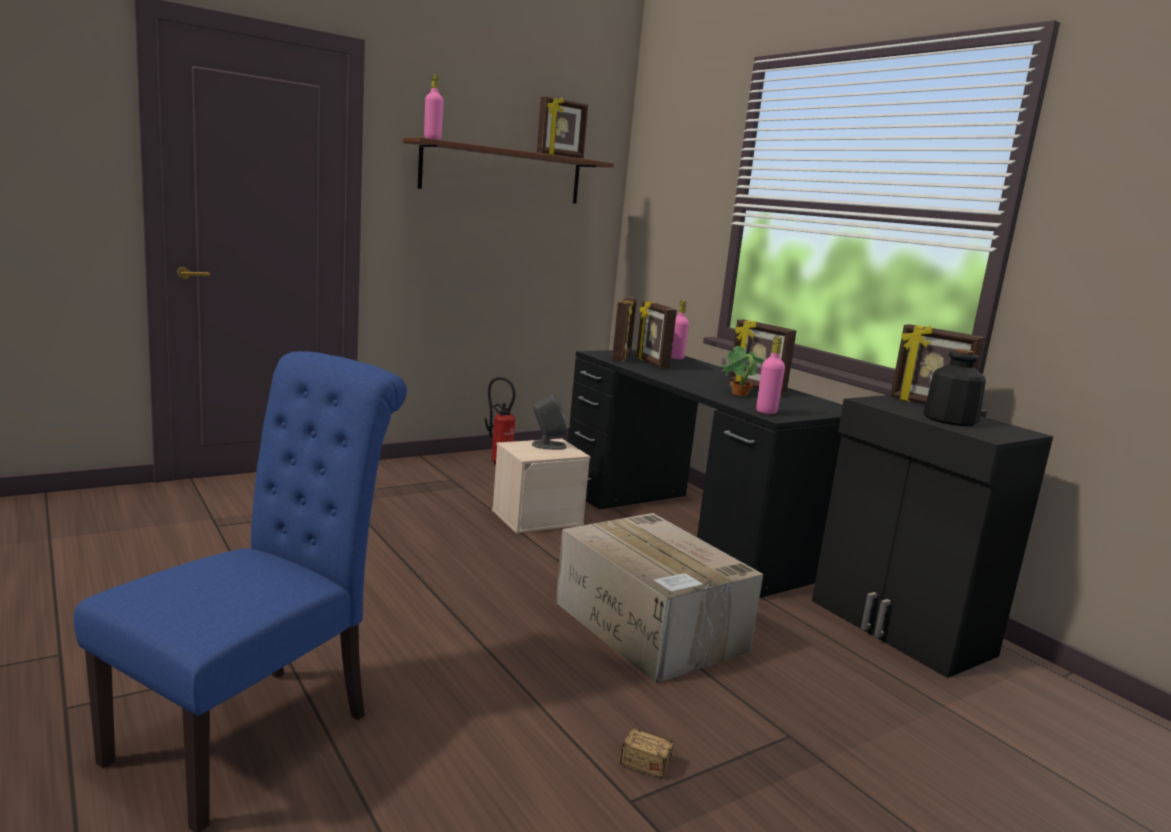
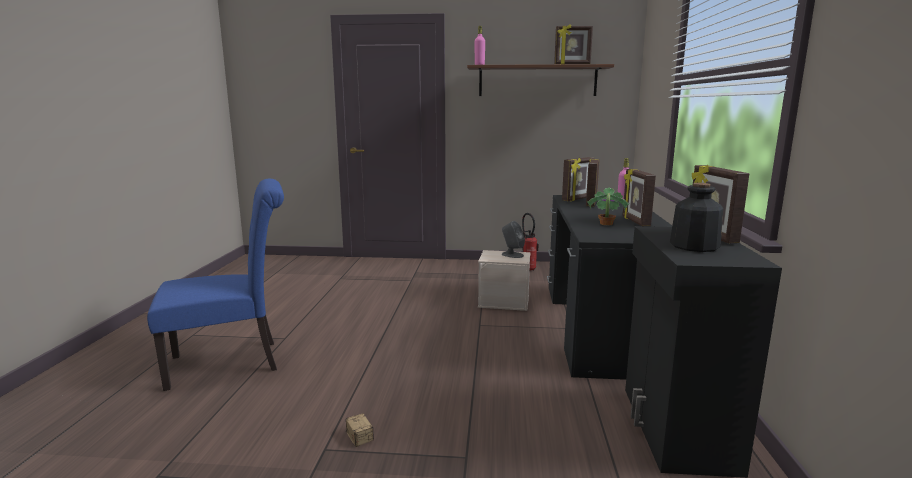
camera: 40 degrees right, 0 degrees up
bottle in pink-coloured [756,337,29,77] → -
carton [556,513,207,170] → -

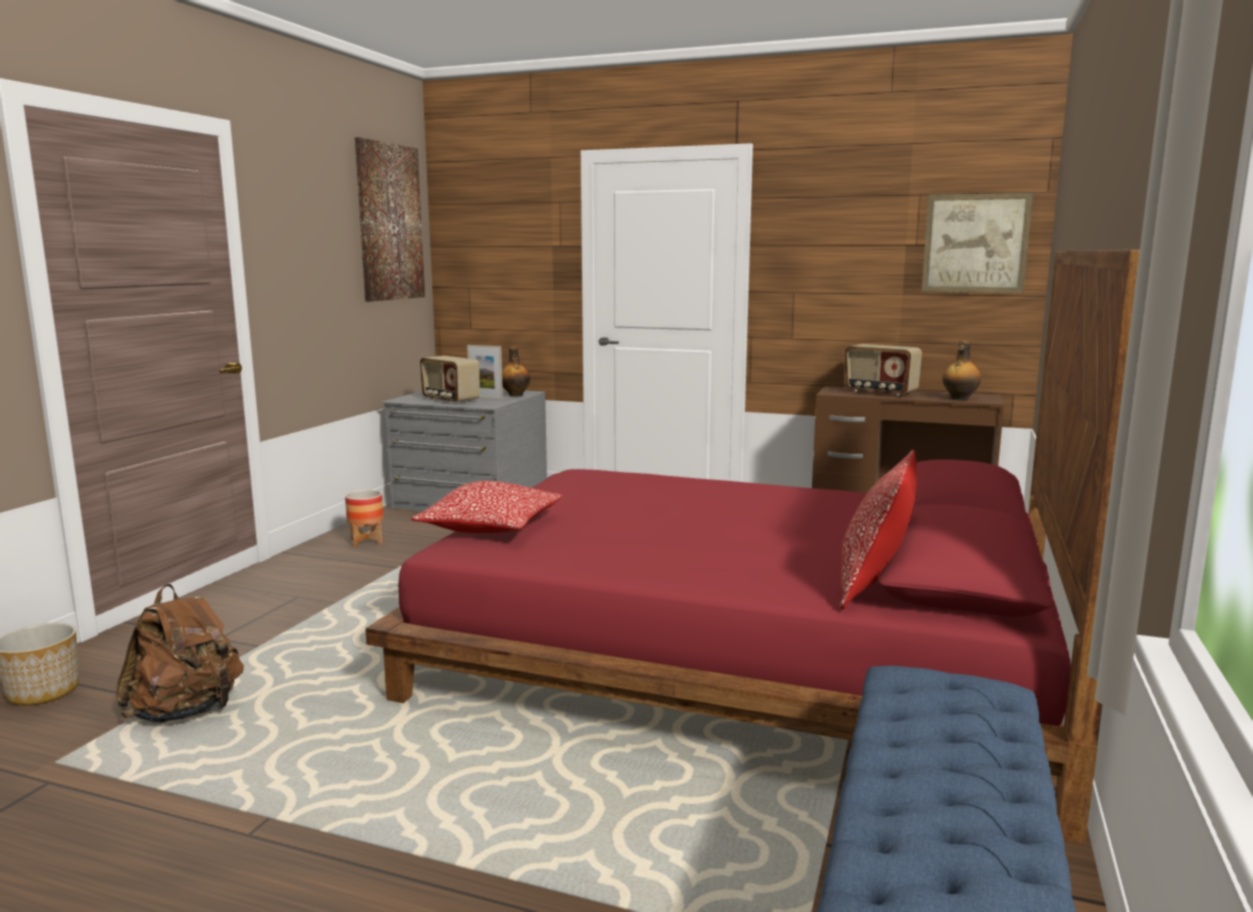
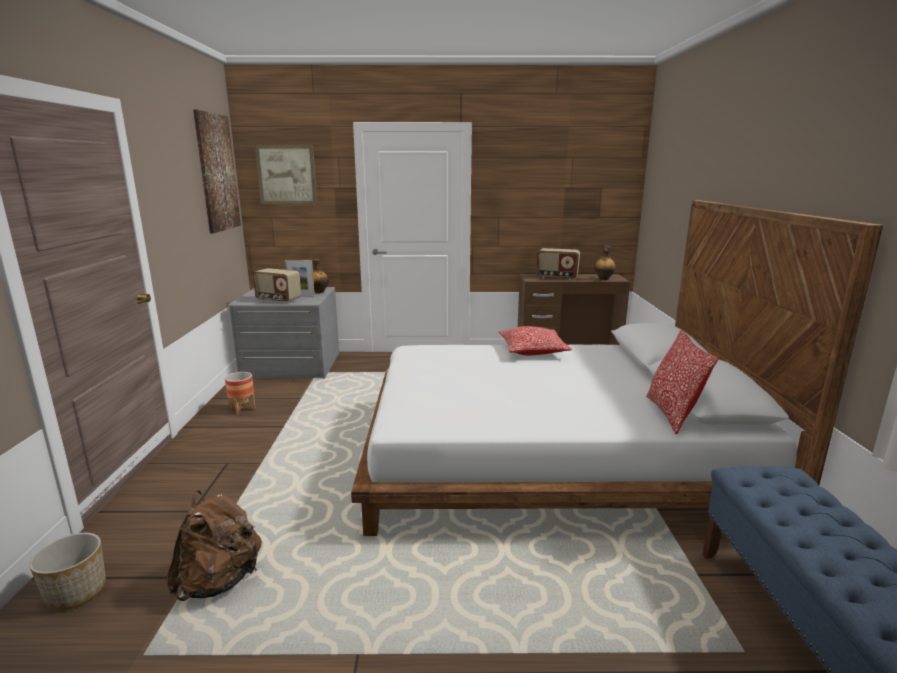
camera: 20 degrees left, 5 degrees up
wall art [922,193,111,100] → wall art [255,145,62,59], moved
bedroom bed in red [365,250,775,595] → bedroom bed in whitish [351,200,532,336]
pillow [411,481,152,52] → pillow [499,326,73,29], moved

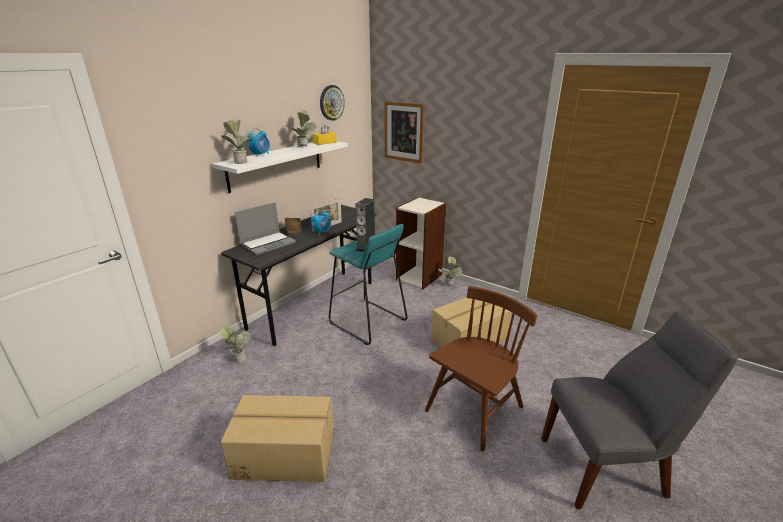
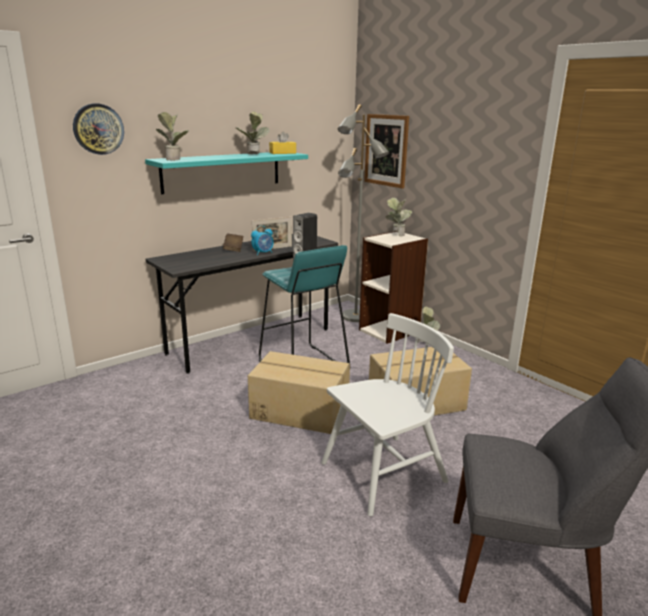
camera: 15 degrees right, 5 degrees down
wall clock [320,85,25,36] → wall clock [73,103,51,52], moved
table clock [248,128,22,29] → -
wall shelf in whitish [212,141,136,52] → wall shelf in turquoise [145,152,163,42]
notebook computer [235,202,61,53] → -
plain chair in brown [425,286,112,165] → plain chair in whitish [321,313,133,203]
plant in a pot [220,326,30,38] → plant in a pot [386,198,26,39], moved
carton [220,395,114,87] → carton [248,351,102,83], moved
- → floor lamp in grey [338,104,51,218]

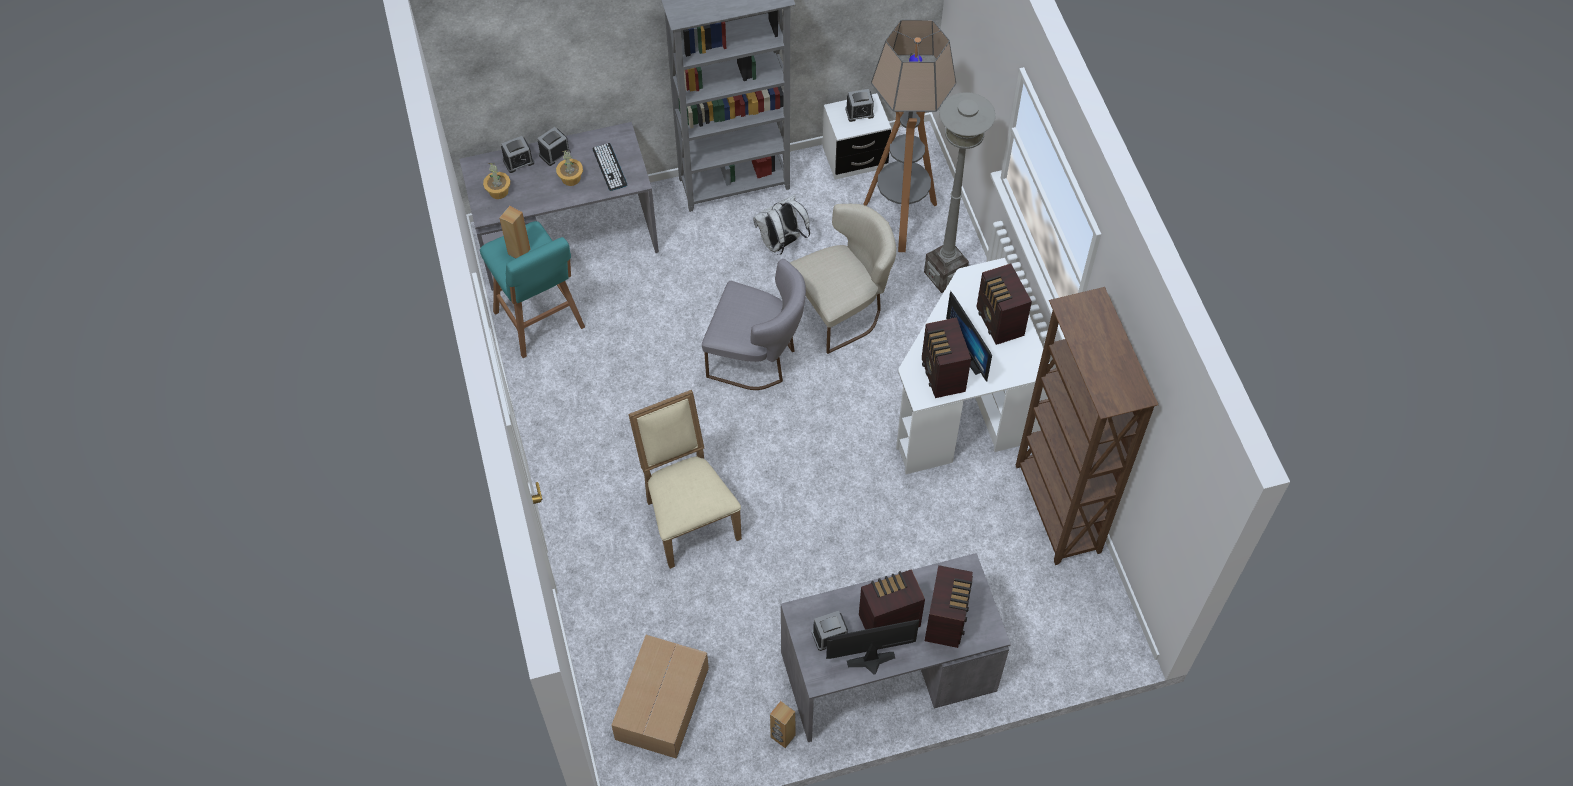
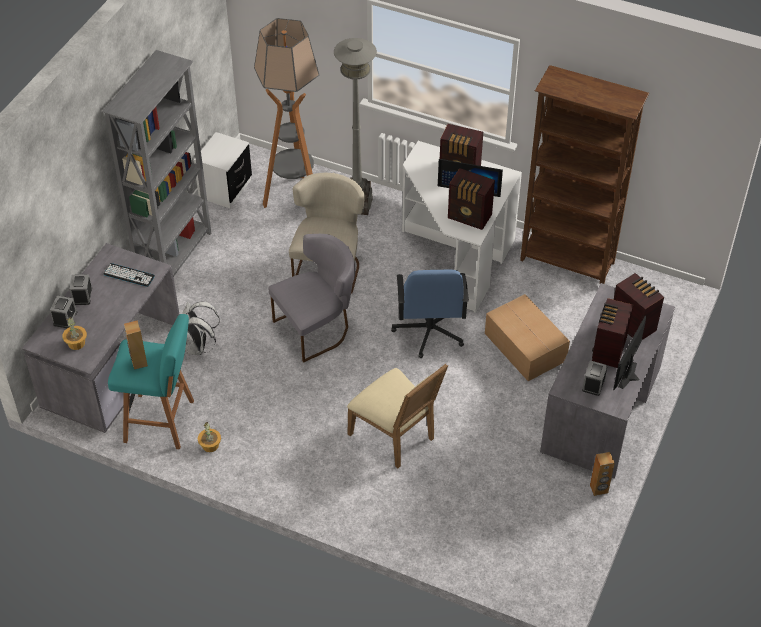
camera: 50 degrees left, 10 degrees down
table clock [845,89,29,33] → -
plant in a pot [556,150,27,36] → plant in a pot [198,422,23,30], moved
backpack in whitish [753,194,57,61] → backpack in whitish [182,302,38,53], moved
plain chair in sand-coloured [628,390,114,179] → plain chair in sand-coloured [347,364,101,104], 150 degrees counterclockwise
carton [611,635,98,124] → carton [485,294,85,87], moved
- → computer chair in blue-coloured [391,270,78,88]

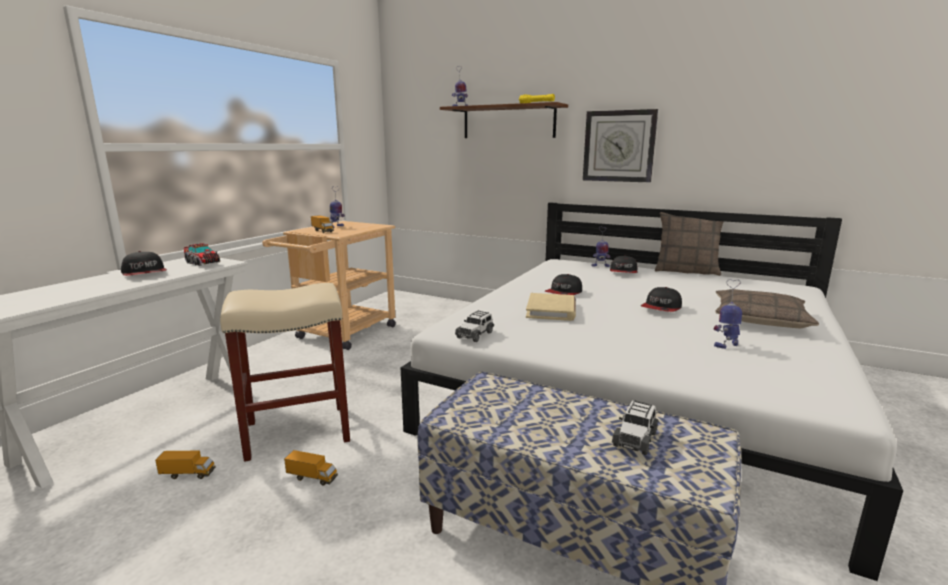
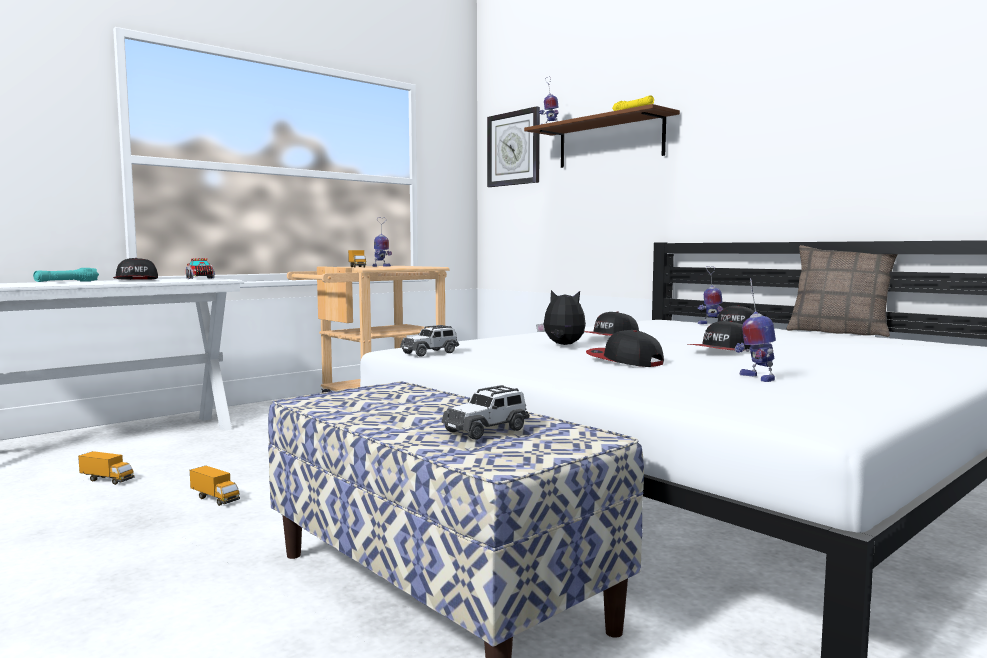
camera: 20 degrees right, 10 degrees down
wall clock [583,109,75,73] → wall clock [487,106,53,81], moved
robot figure [713,279,29,70] → robot figure [735,278,41,104], 105 degrees counterclockwise
stool in sand-coloured [220,283,130,179] → -
pillow [715,289,104,39] → -
book in sand-coloured [526,293,50,28] → plush toy [536,290,50,55]
- → hand torch in turquoise [33,268,66,14]
- → cap [586,330,78,37]

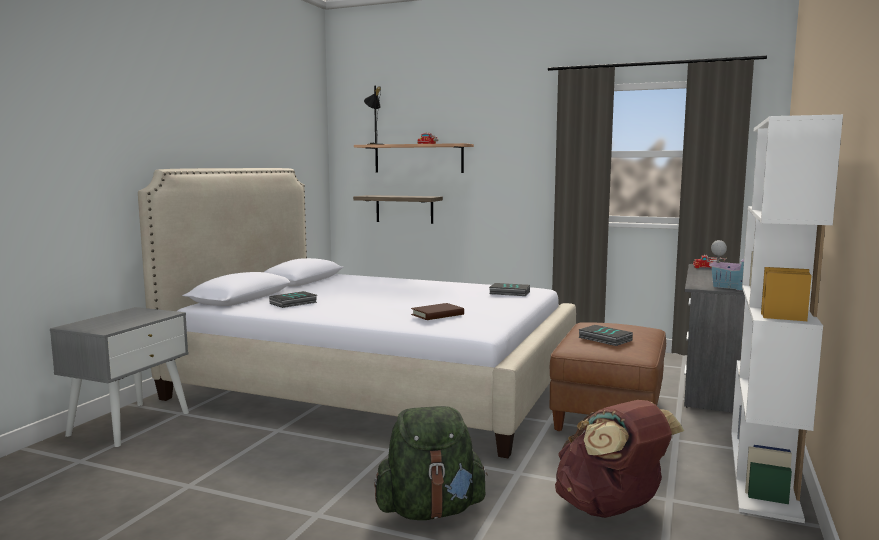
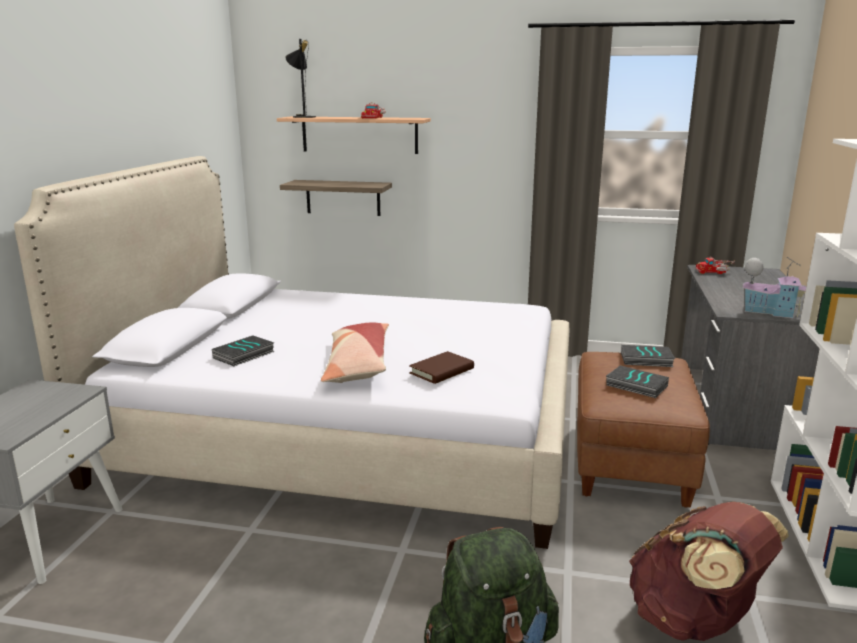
camera: 10 degrees left, 10 degrees up
book [489,283,41,13] → book [621,345,54,22], moved
- → pillow [321,322,68,61]

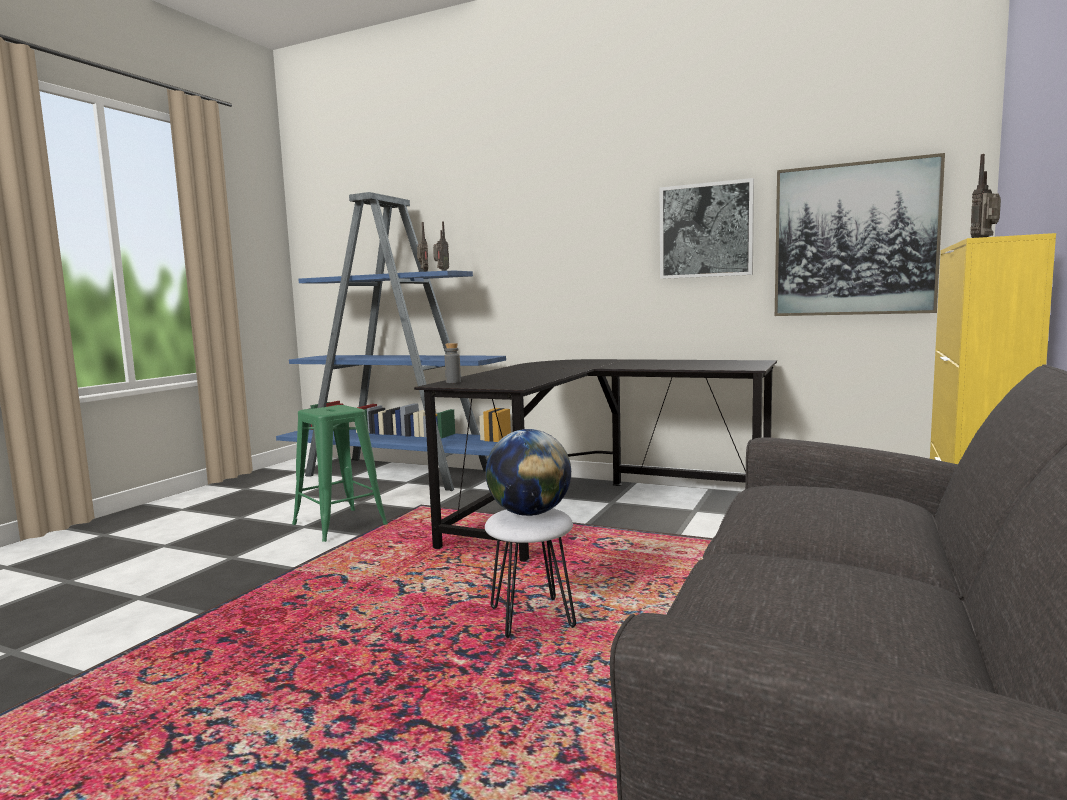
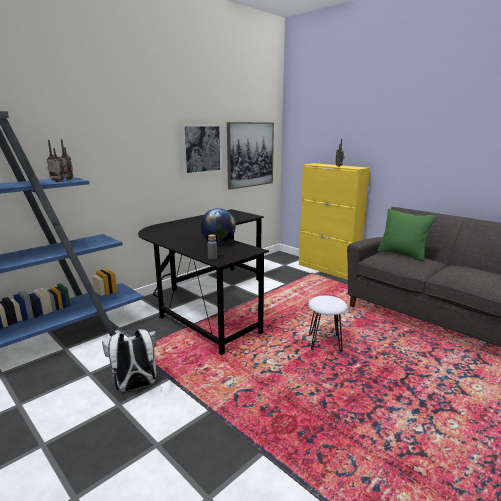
camera: 70 degrees left, 10 degrees up
stool in green-coloured [292,405,96,137] → backpack in whitish [102,329,54,63]
desk globe [485,429,86,87] → desk globe [200,208,36,36], moved
- → pillow in green-coloured [378,209,58,52]

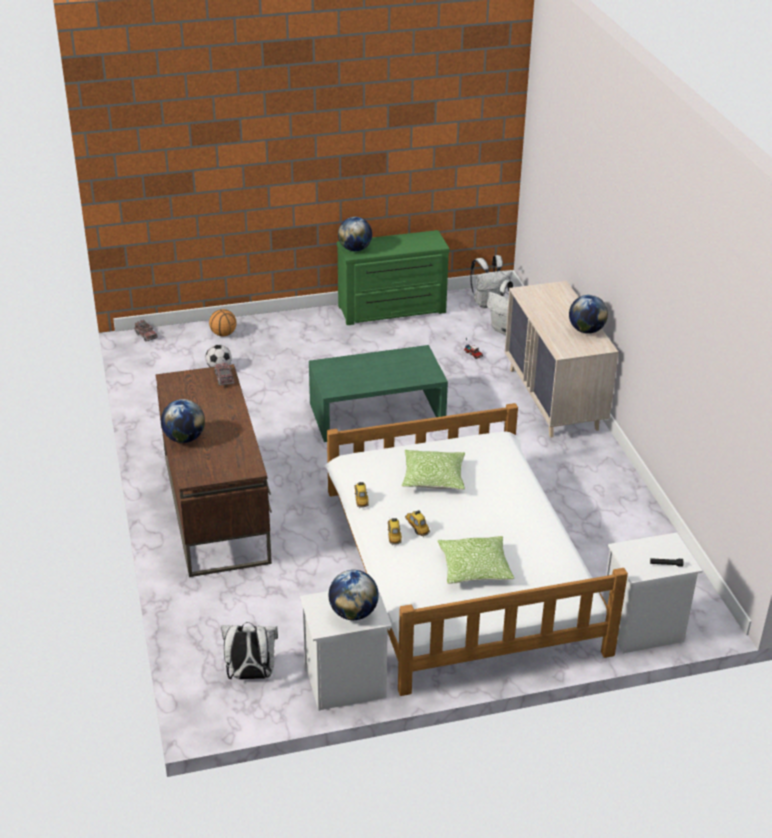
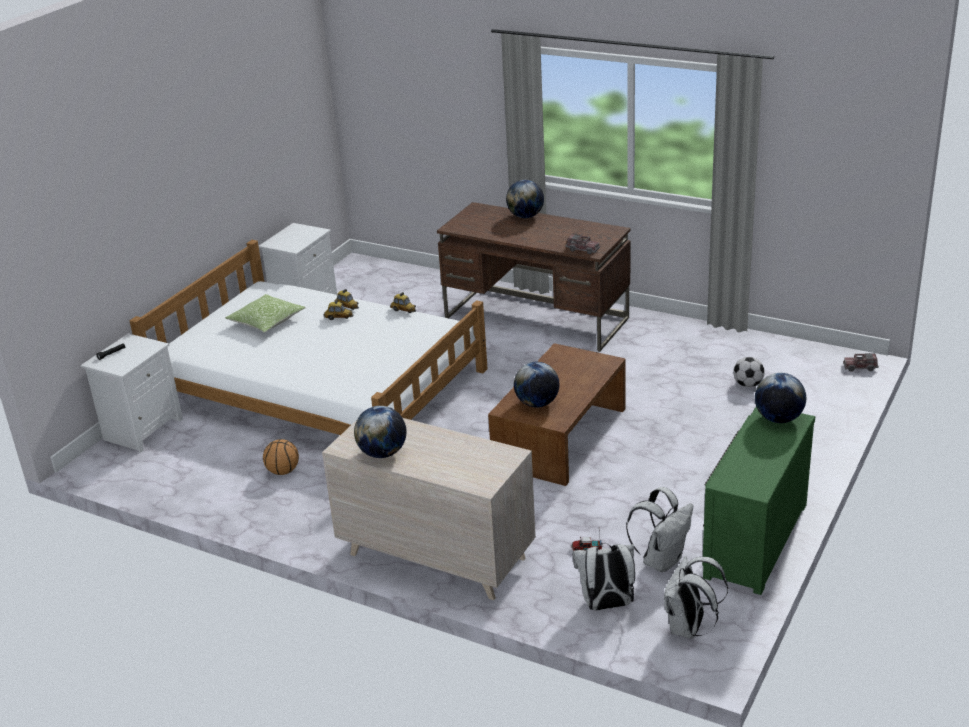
camera: 135 degrees right, 5 degrees down
basketball ball [209,309,28,27] → basketball ball [263,439,36,36], moved
coffee table in green-coloured [309,345,139,97] → coffee table in brown [488,343,138,143]
pillow [401,450,64,40] → -
desk globe [328,570,51,50] → desk globe [514,362,46,45], moved
backpack in whitish [221,622,57,58] → backpack in whitish [626,487,67,85], moved

